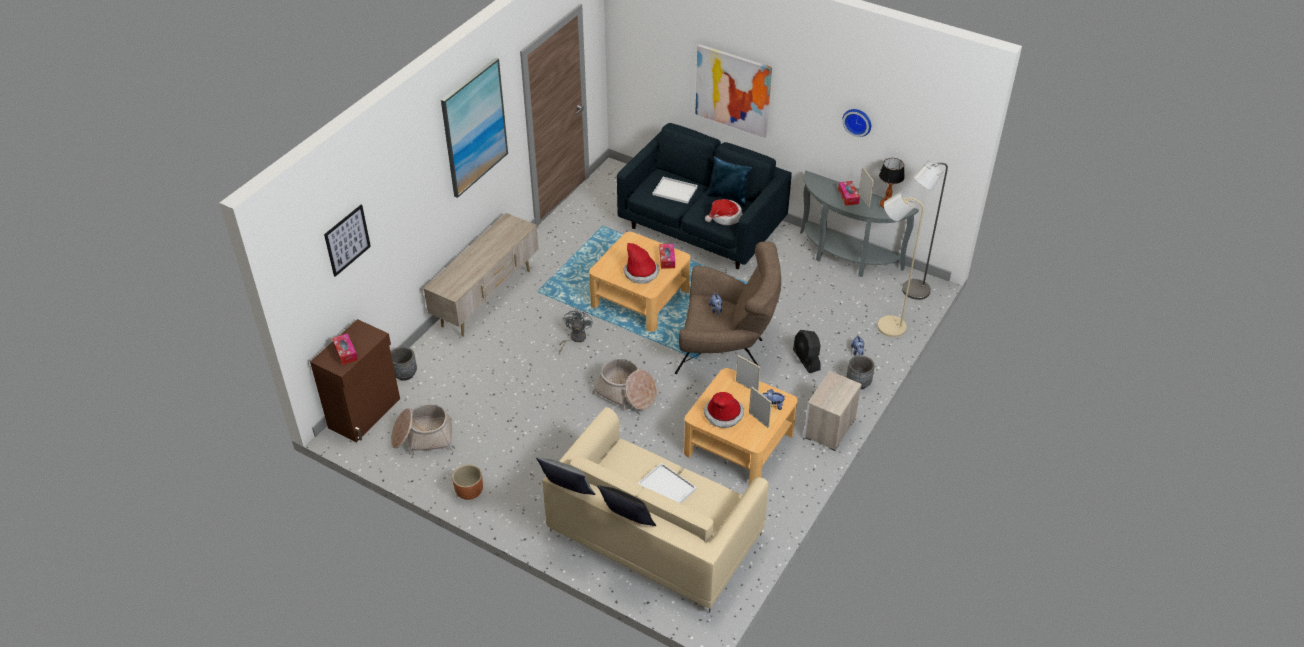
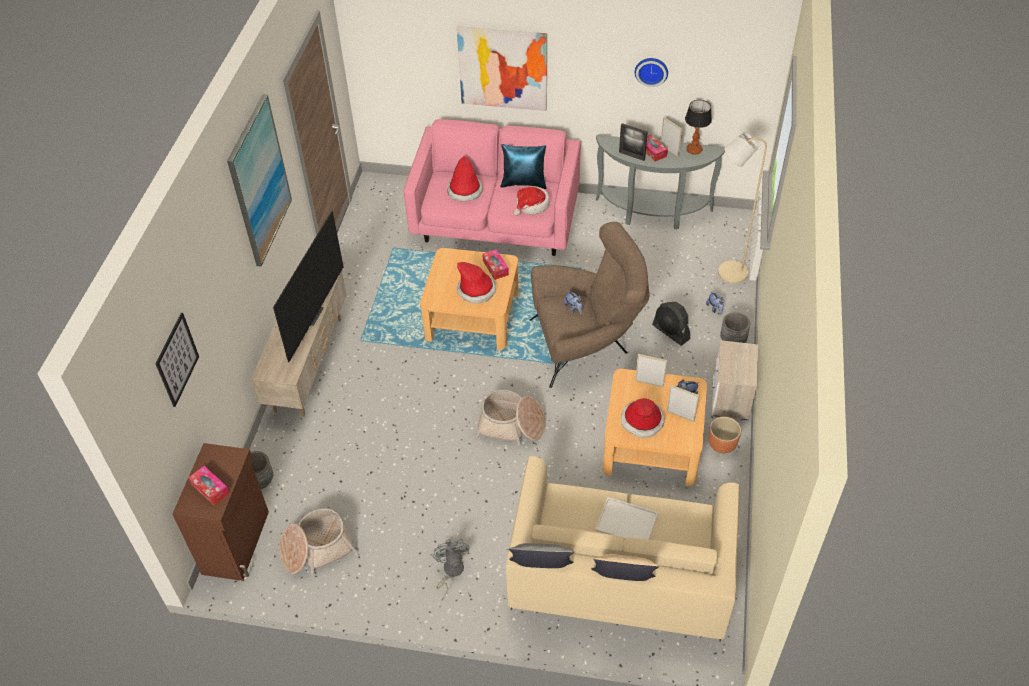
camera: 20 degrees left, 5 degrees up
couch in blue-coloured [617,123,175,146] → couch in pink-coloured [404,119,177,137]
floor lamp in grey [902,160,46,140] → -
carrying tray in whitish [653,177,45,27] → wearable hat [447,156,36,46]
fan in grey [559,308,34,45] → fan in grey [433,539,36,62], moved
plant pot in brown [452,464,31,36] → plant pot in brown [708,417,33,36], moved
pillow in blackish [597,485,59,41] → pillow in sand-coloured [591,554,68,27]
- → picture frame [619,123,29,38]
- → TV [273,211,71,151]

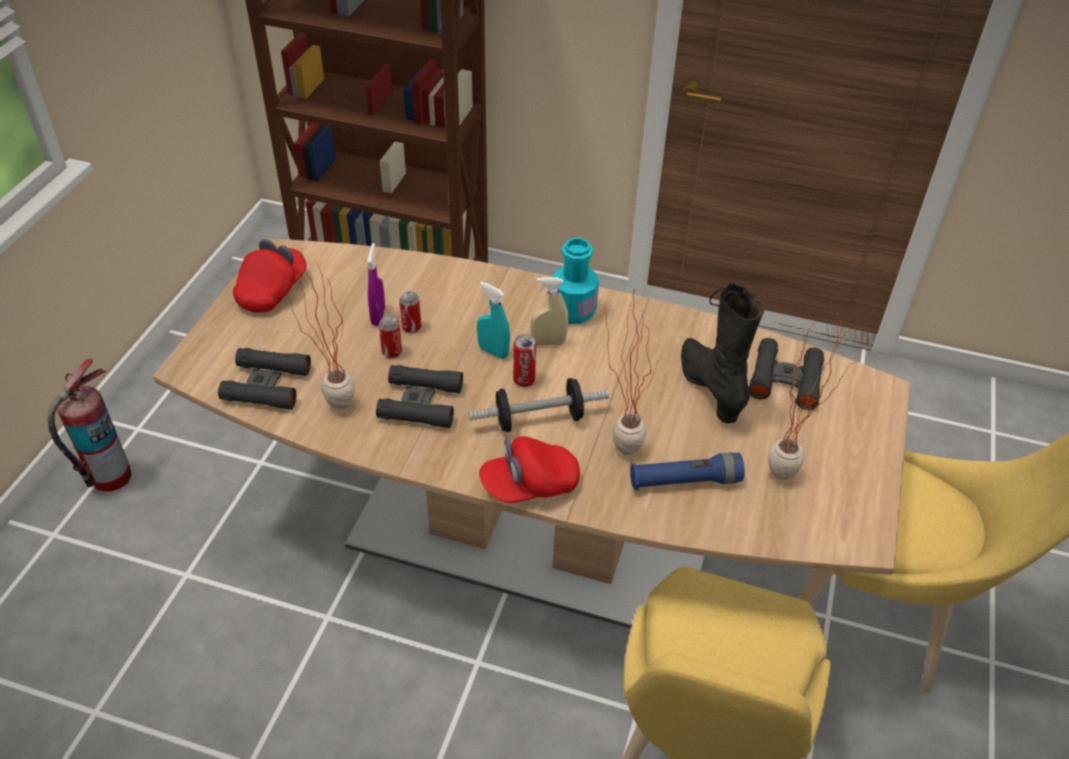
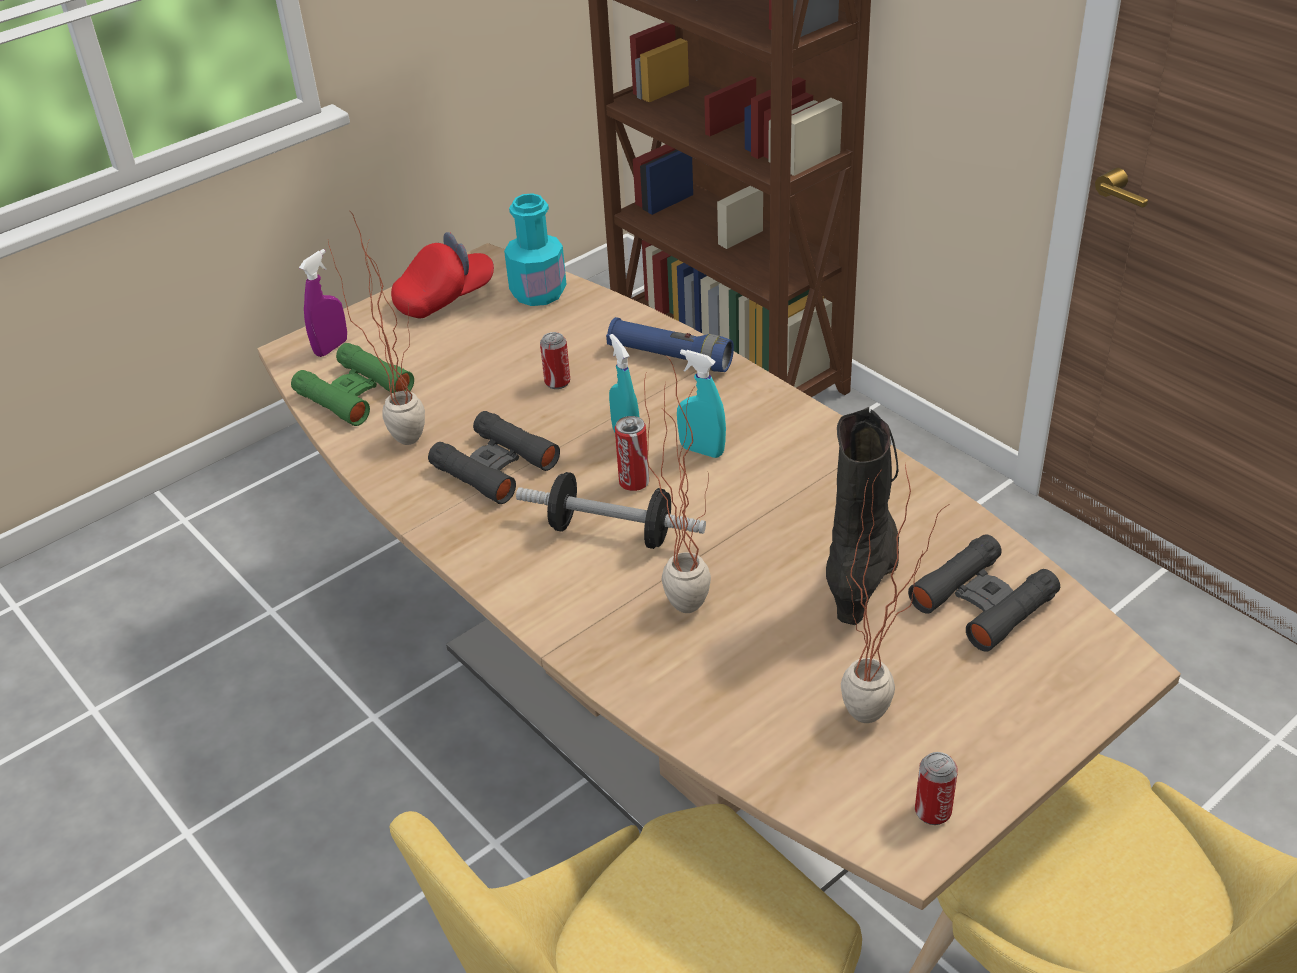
camera: 35 degrees right, 5 degrees down
bottle in turquoise [553,238,46,86] → bottle in turquoise [504,193,62,113], moved
sprayer in purple-coloured [367,243,18,83] → sprayer in purple-coloured [299,249,48,108], moved
sprayer in sand-coloured [530,277,38,69] → sprayer in turquoise [677,349,49,109]
sealed can [379,316,23,42] → sealed can [915,752,43,73], moved
field glasses in blackish [218,348,93,62] → field glasses in green-coloured [291,343,123,83]
fire-fighting cylinder [48,358,83,134] → -
cap in red [479,436,101,67] → -
hand torch in blue-coloured [630,452,115,39] → hand torch in blue-coloured [606,317,128,55], moved

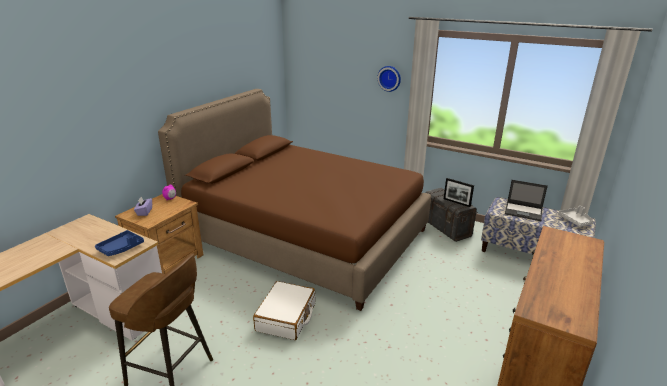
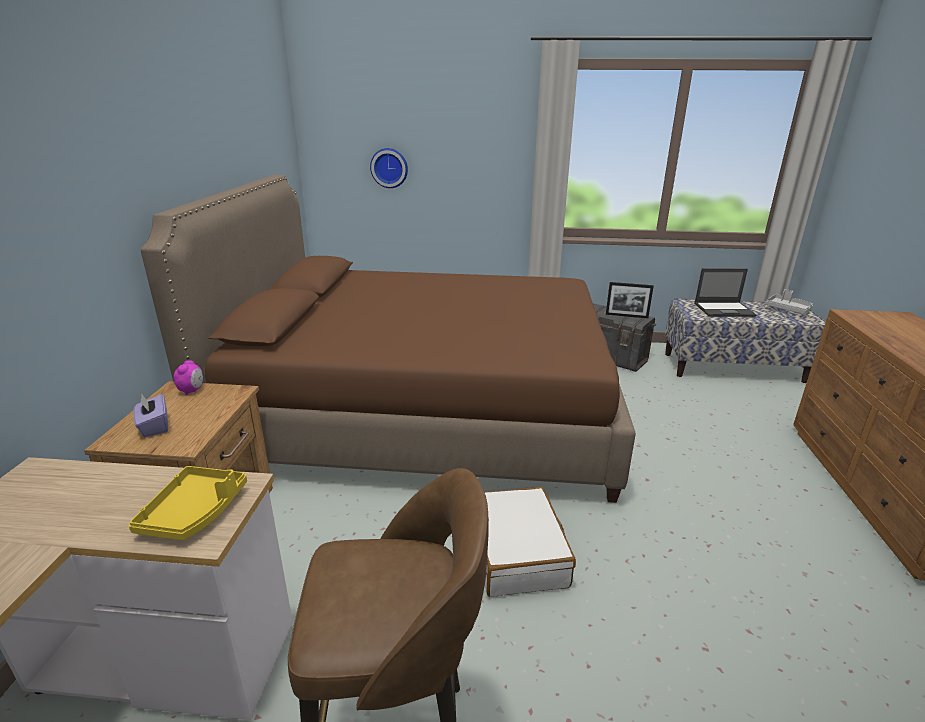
camera: 25 degrees left, 0 degrees up
wall clock [377,66,24,26] → wall clock [370,148,38,40], moved
carrying tray in blue-coloured [95,230,49,26] → carrying tray in yellowish [129,466,118,74]

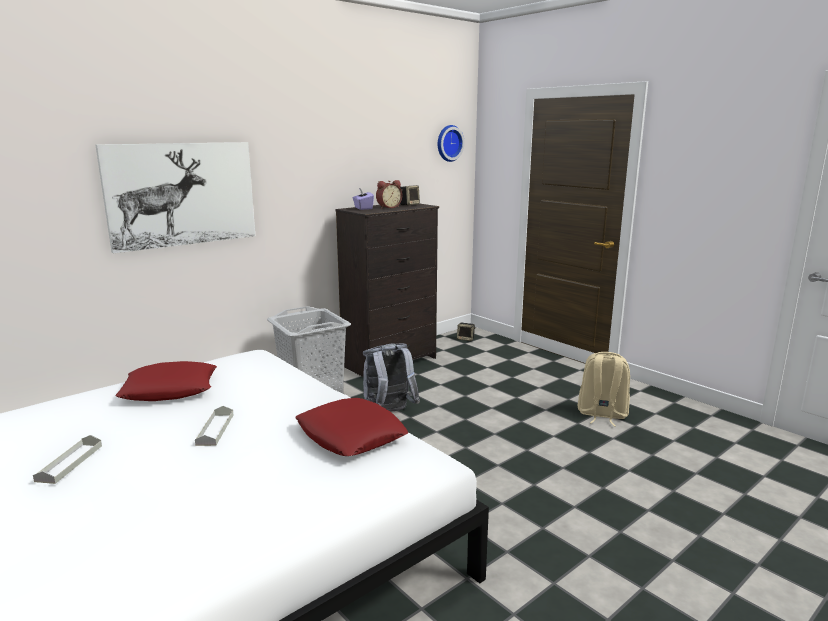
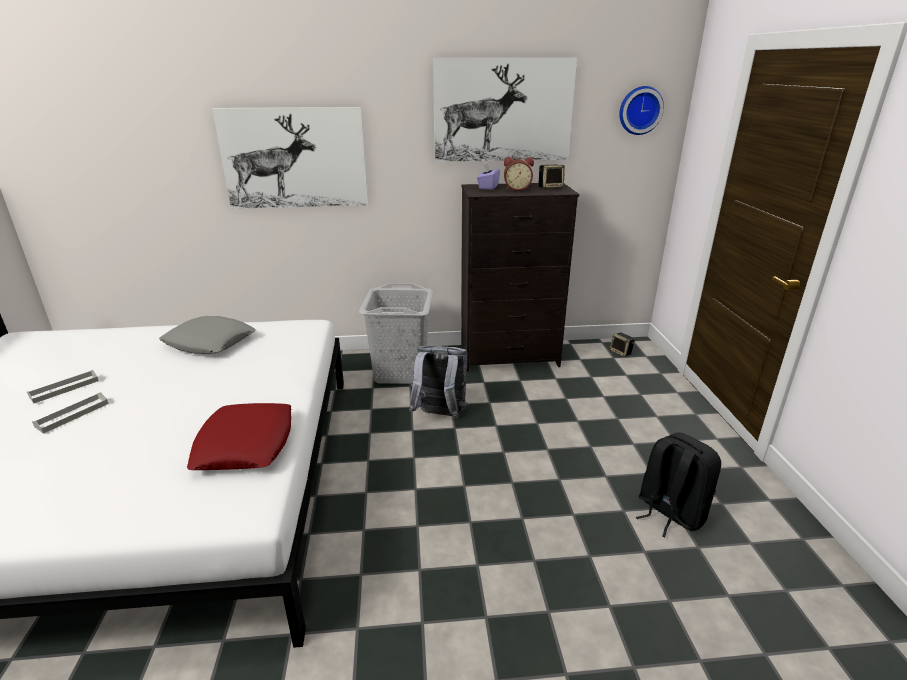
camera: 35 degrees right, 10 degrees up
backpack in sand-coloured [577,352,53,75] → backpack in blackish [636,433,85,104]
pillow in red [116,361,101,40] → pillow in grey [159,316,97,38]
carrying tray in grey [195,406,39,40] → carrying tray in grey [32,392,77,42], moved
- → wall art [433,57,144,105]

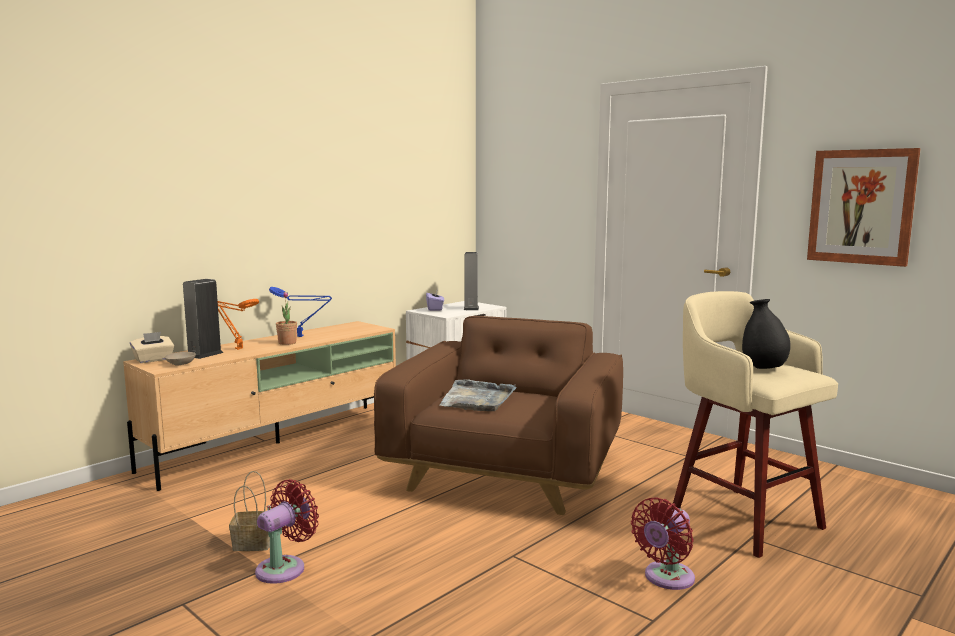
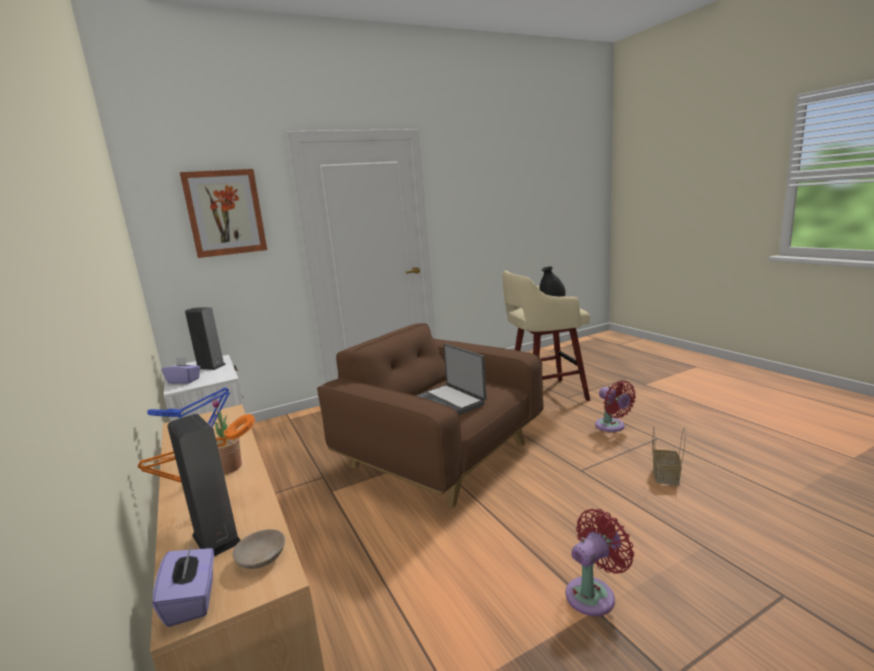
camera: 70 degrees left, 5 degrees up
wall art [807,148,114,119] → wall art [180,169,87,89], moved
box of tissues in sand-coloured [130,332,44,31] → box of tissues in purple-coloured [152,543,62,84]
carrying tray in grey [439,379,78,32] → notebook computer [415,344,72,71]
storage basket [229,471,41,80] → storage basket [653,426,33,59], moved
fan in red [255,479,64,105] → fan in red [566,509,68,107], 90 degrees clockwise

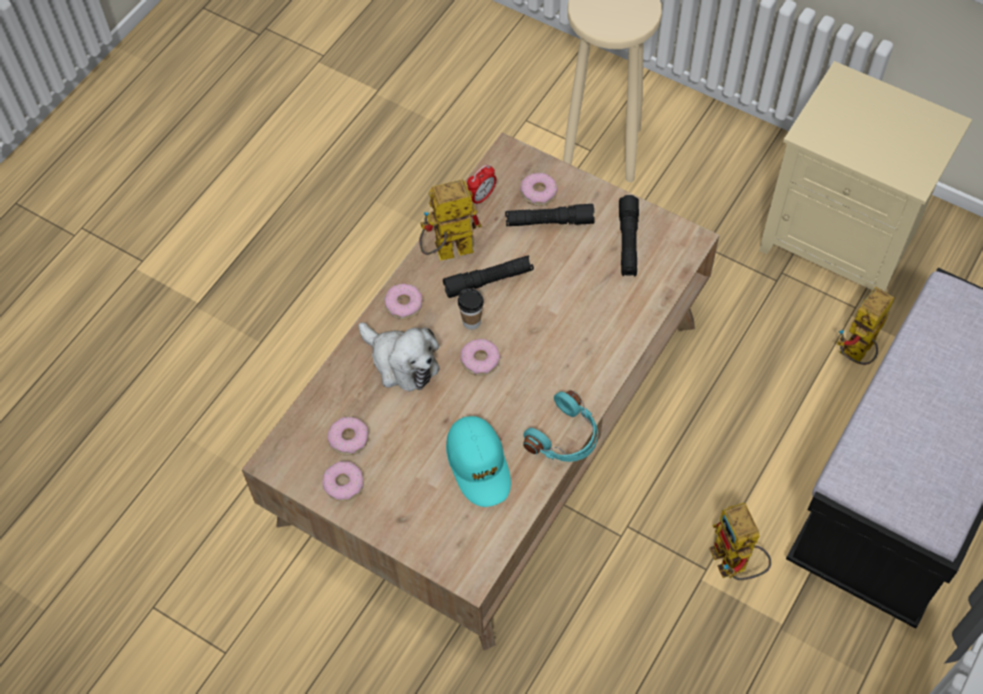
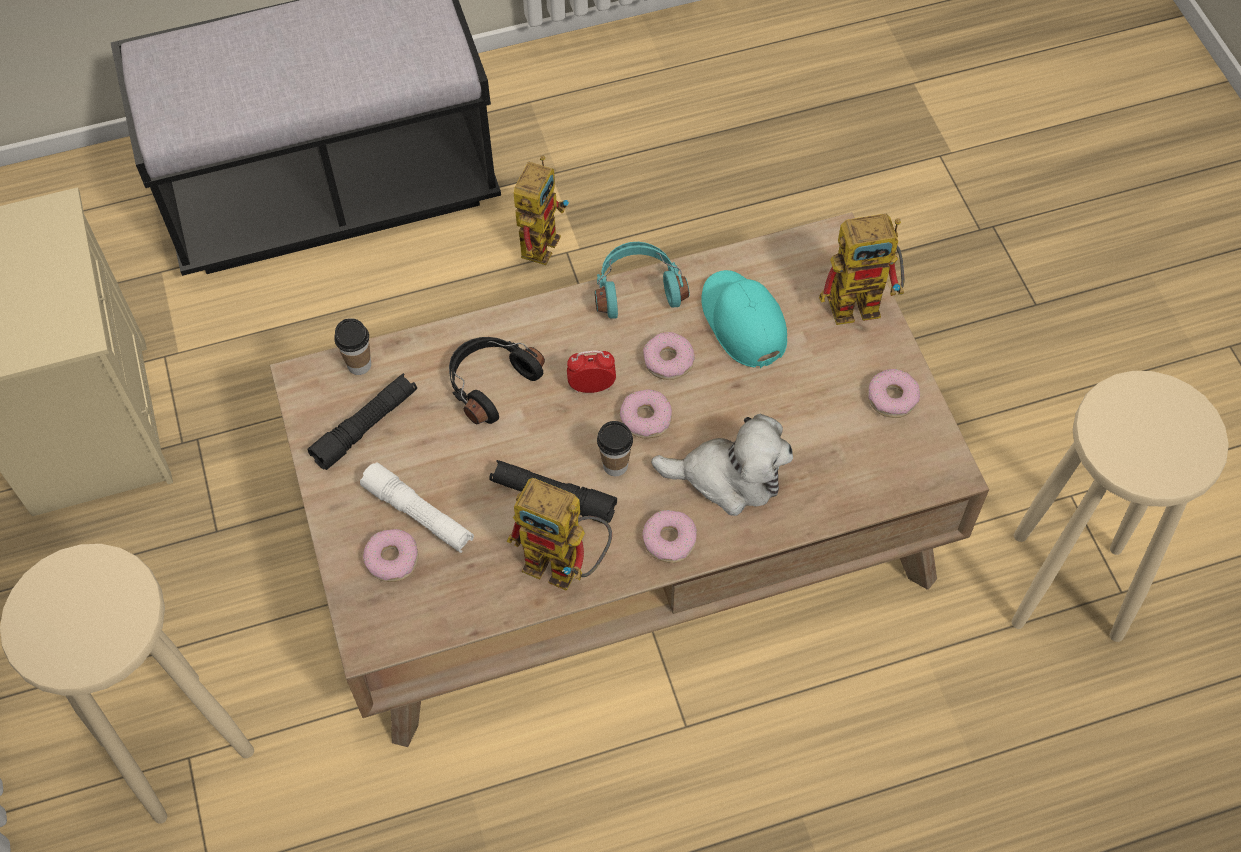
camera: 140 degrees left, 0 degrees up
table clock [467,165,29,41] → table clock [567,350,49,43], moved
hand torch in blackish [505,204,90,22] → hand torch in whitish [360,462,114,91]
robot figure [837,287,58,78] → robot figure [819,214,85,111], moved
plush toy [359,322,81,69] → plush toy [651,414,142,102], 105 degrees clockwise
cap in turquoise [446,416,65,91] → cap in turquoise [702,270,85,98], 45 degrees counterclockwise
ring doughnut [327,417,42,38] → ring doughnut [643,332,52,48], moved
- → small cup [334,318,37,57]
- → headset in blackish [449,337,96,87]
- → stool in sand-coloured [1012,371,217,271]

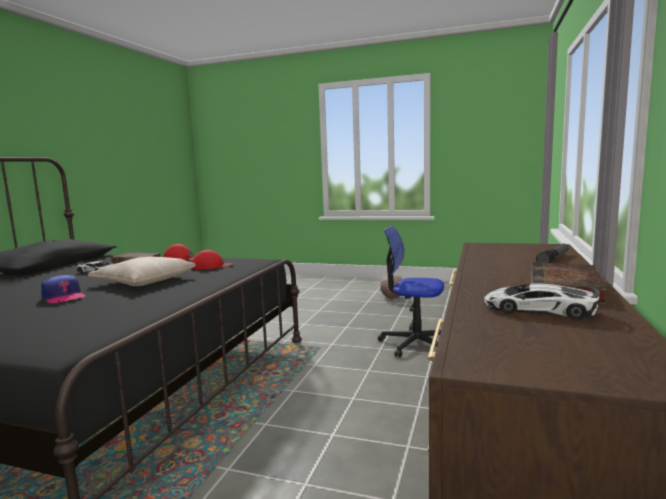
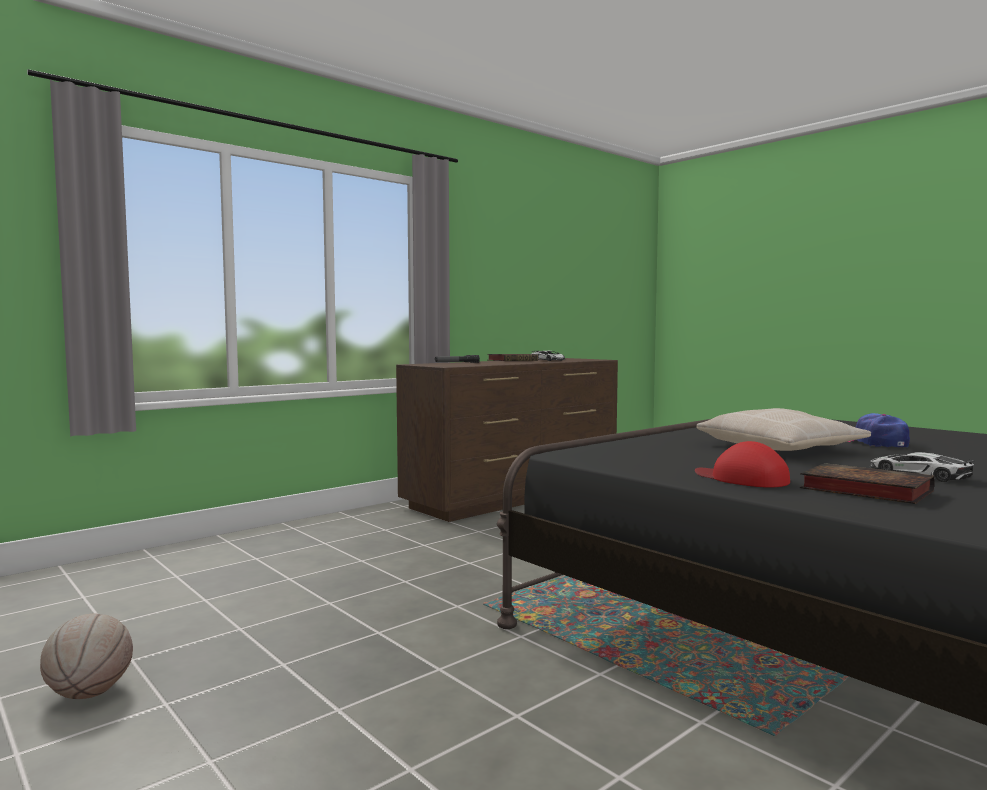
camera: 150 degrees left, 5 degrees down
computer chair [378,226,66,131] → -
cap in red [192,250,42,20] → -

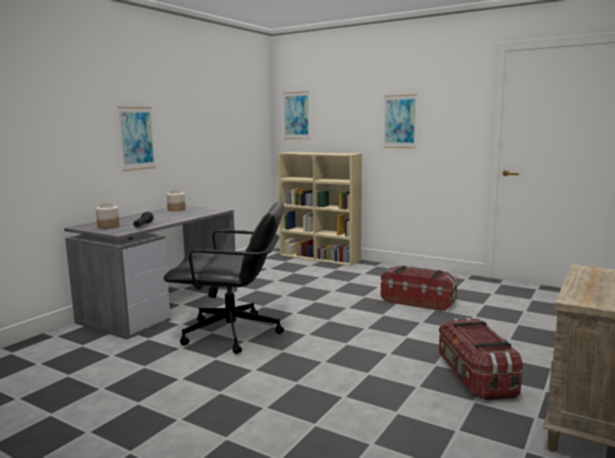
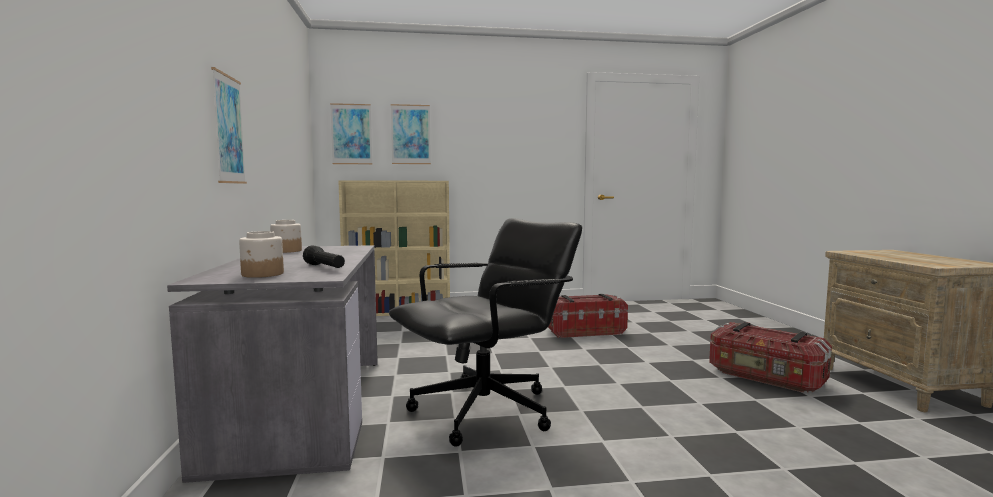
camera: 40 degrees left, 5 degrees down
wall art [383,94,34,54] → wall art [391,104,40,60], moved

